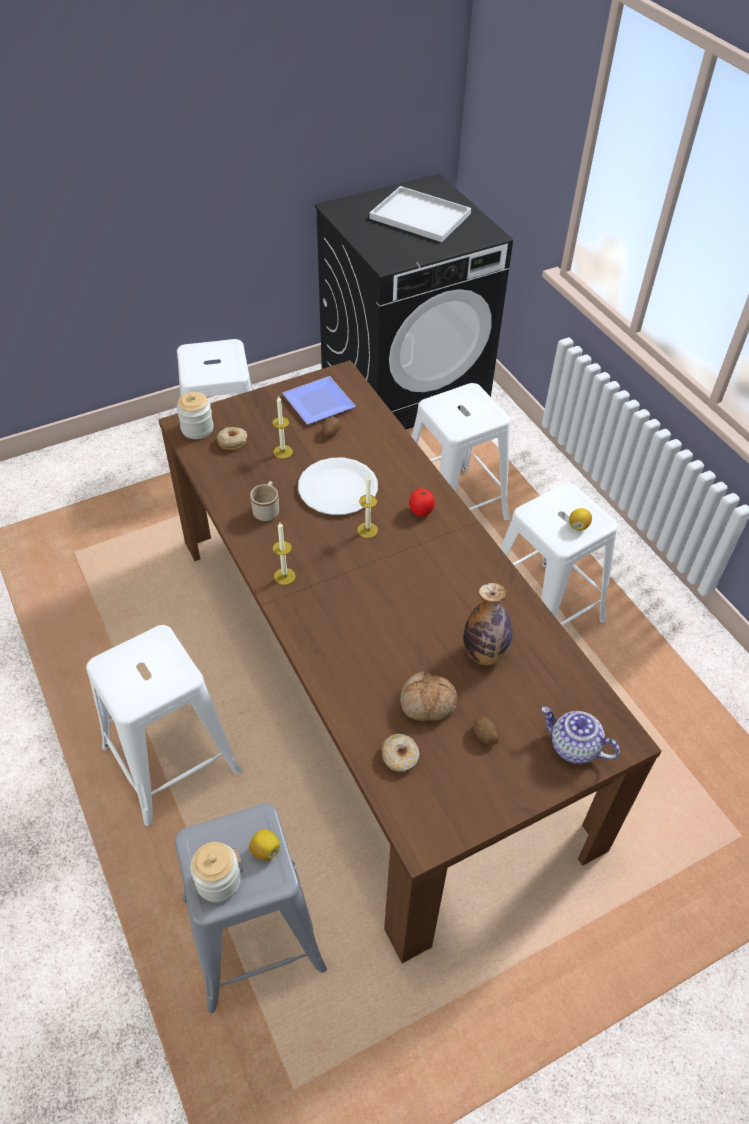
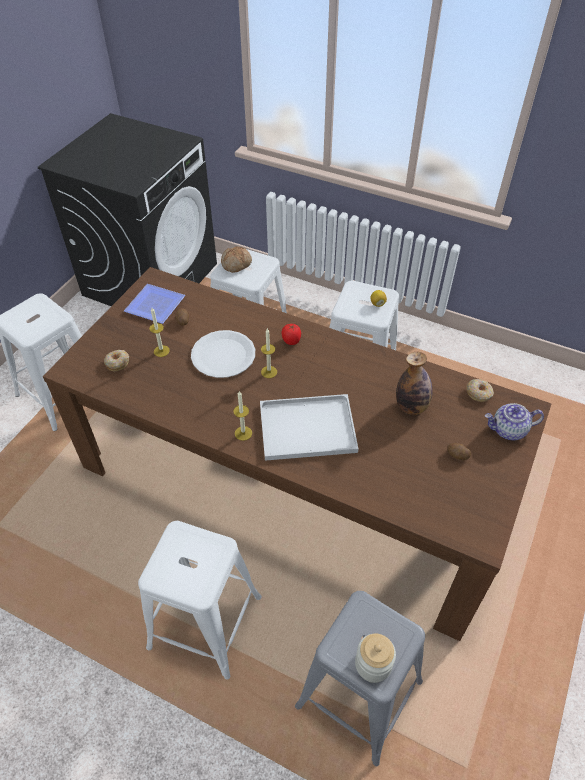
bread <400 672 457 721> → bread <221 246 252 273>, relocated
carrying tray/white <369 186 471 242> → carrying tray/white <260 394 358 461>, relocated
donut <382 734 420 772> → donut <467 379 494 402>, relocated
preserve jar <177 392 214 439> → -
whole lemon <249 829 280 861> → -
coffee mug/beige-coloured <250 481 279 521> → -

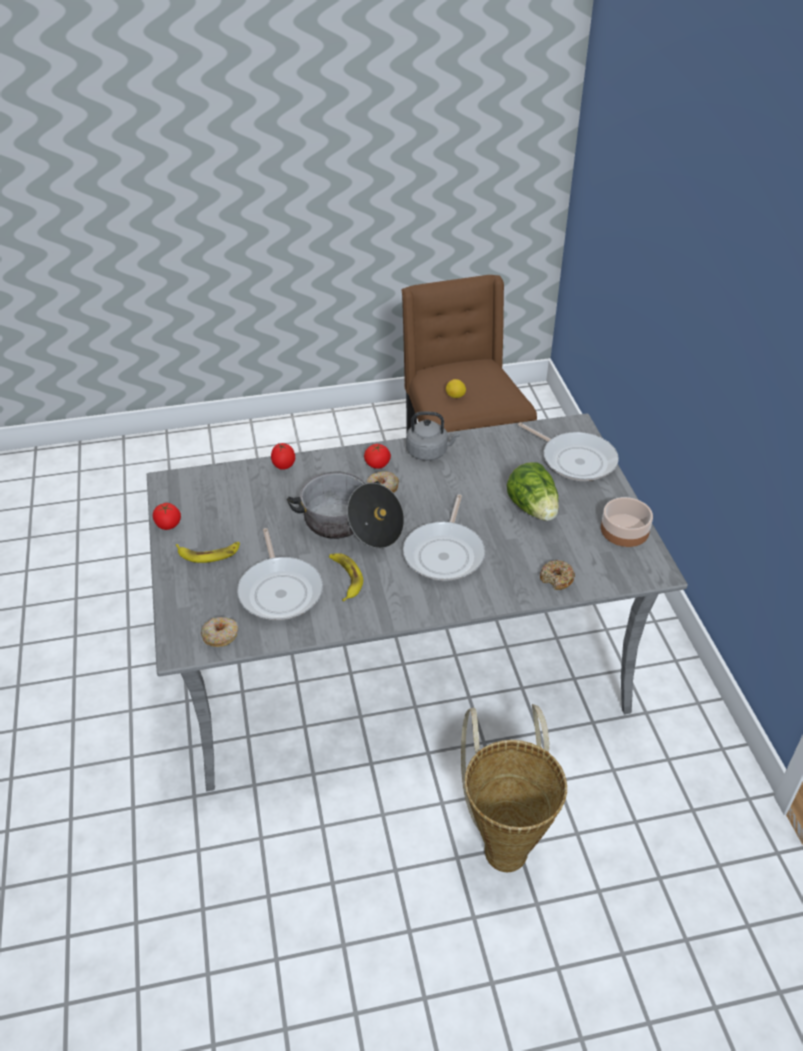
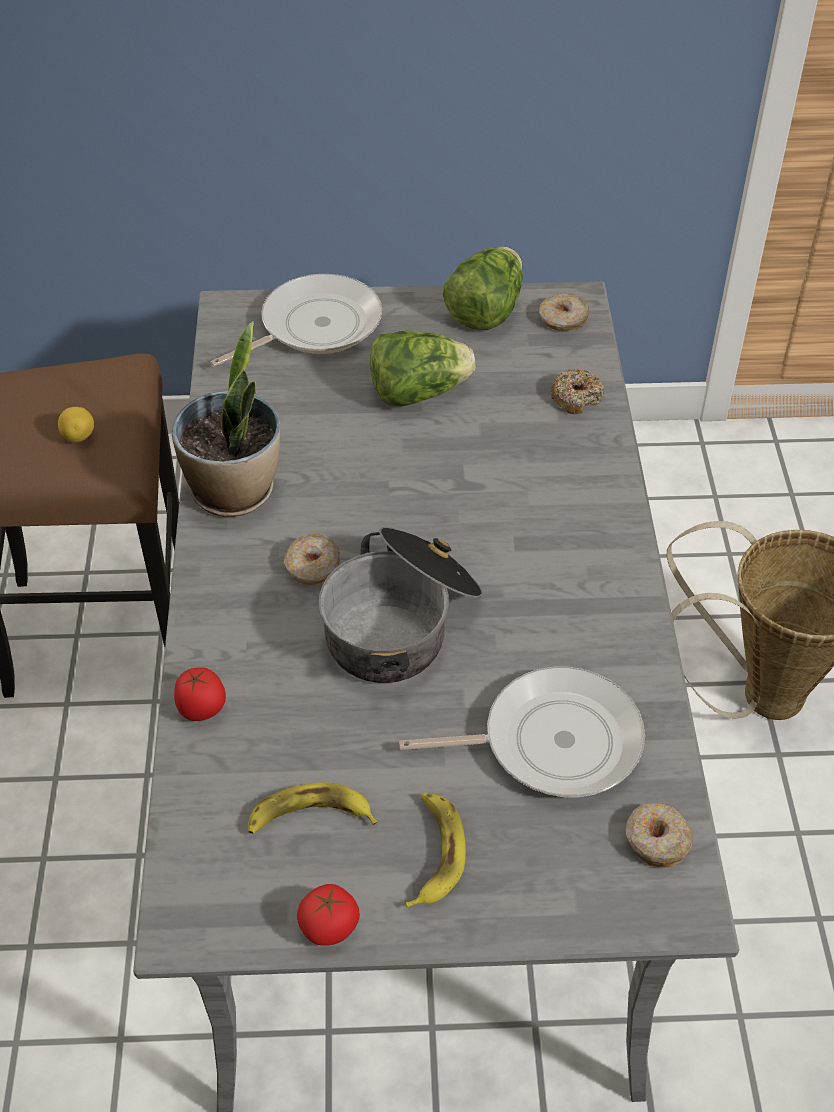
water kettle/grey <406 411 460 461> → plant in a pot <172 321 280 517>
whole banana <329 553 363 602> → whole banana <248 782 378 834>, relocated
deep dish <601 497 653 547> → lettuce <442 247 523 330>
- → donut <539 292 590 331>
fresh tomato <364 444 391 469> → -
pan <403 494 485 581> → -

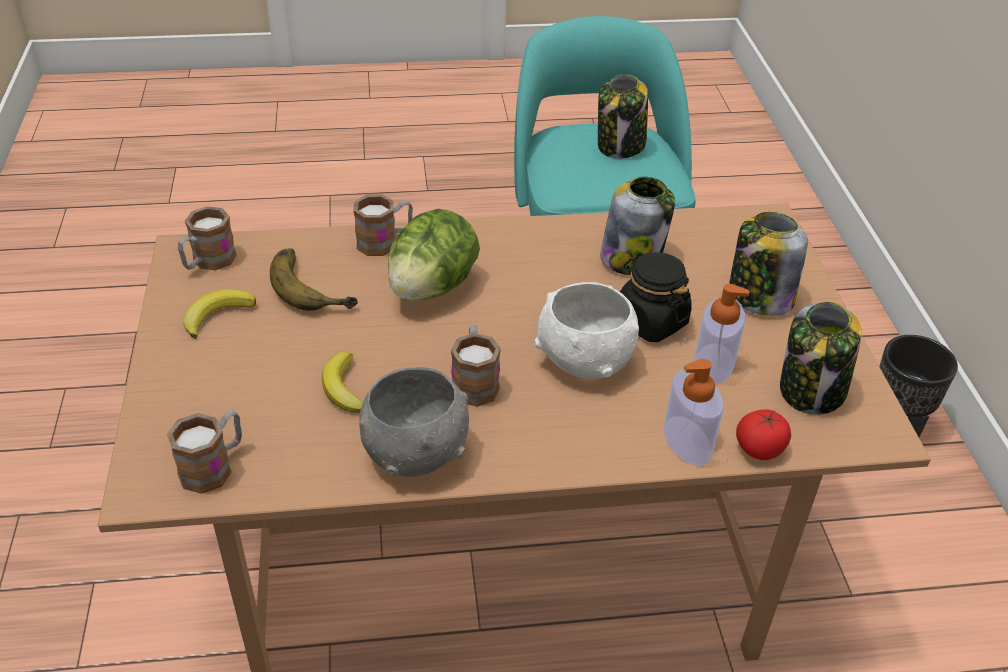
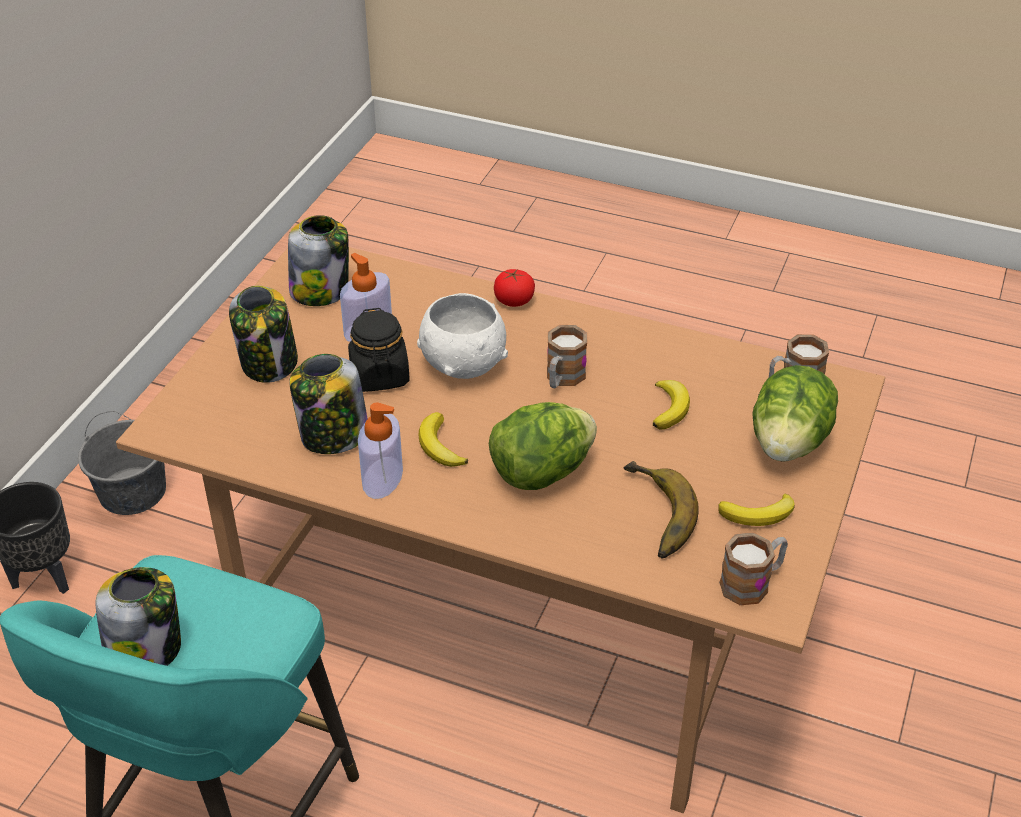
- → water bucket/grey <78 411 166 515>
liquid soap bottle <664 359 723 466> → liquid soap bottle <358 402 403 499>, relocated
- → whole banana <419 412 468 467>
fresh tomato <736 409 791 460> → fresh tomato <494 269 535 307>, relocated
- → lettuce <752 365 838 462>
coffee mug <353 195 413 256> → -
deep dish/grey <359 367 469 477> → -

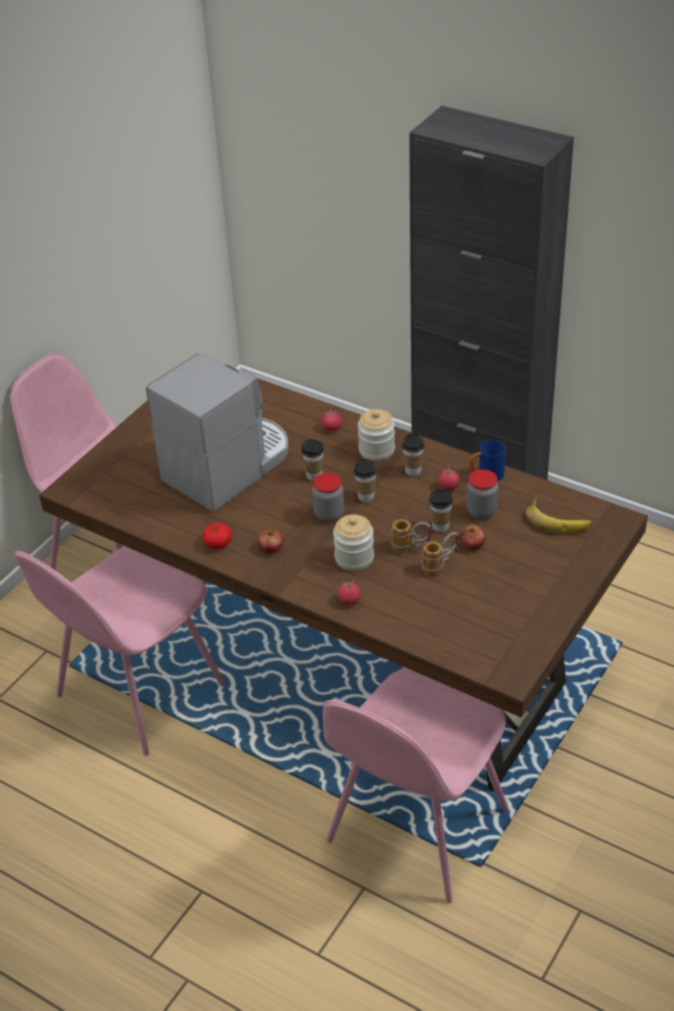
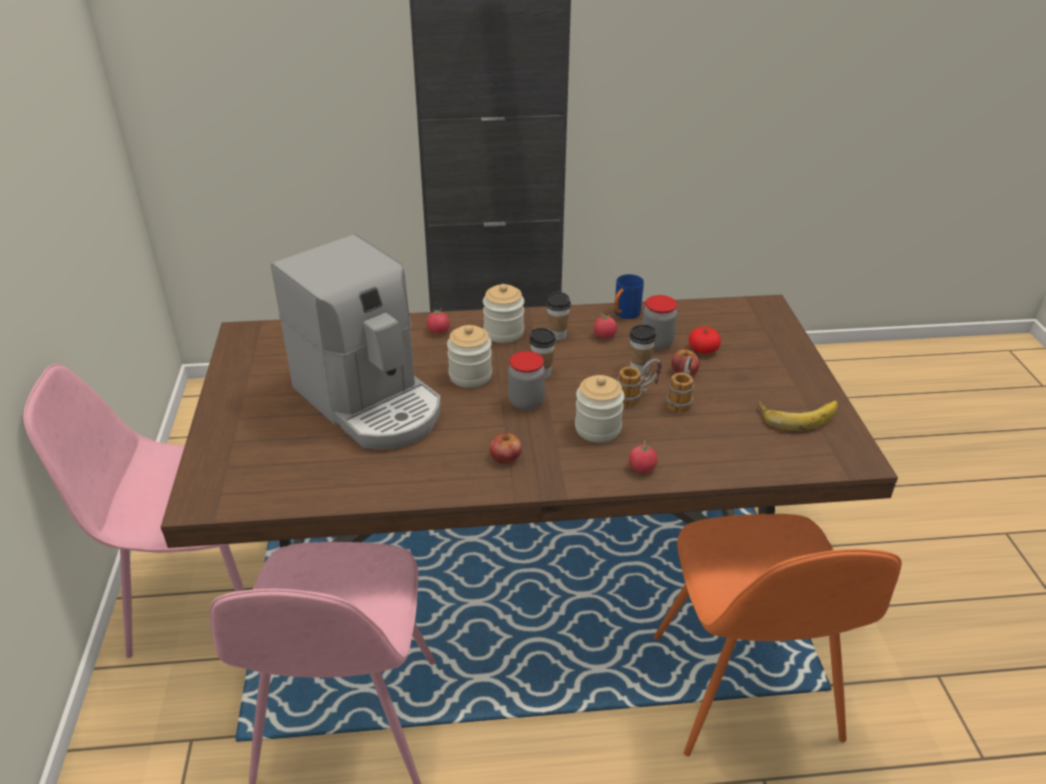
coffee maker <146 354 288 512> → coffee maker <271 234 441 450>, 135 degrees clockwise
drinking cup <301 439 324 481> → preserve jar <447 325 492 388>
chair/pinkish <323 668 509 903> → chair/orange <654 514 902 756>
fresh tomato <202 523 232 549> → fresh tomato <689 327 721 354>, relocated
whole banana <526 497 592 534> → whole banana <758 401 838 431>, relocated

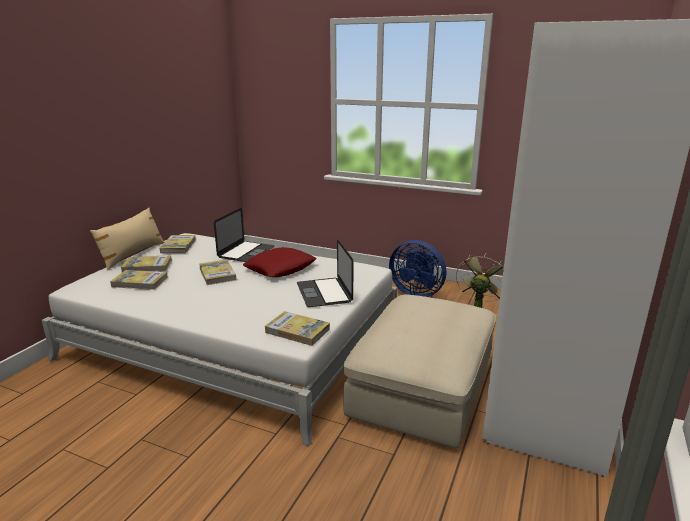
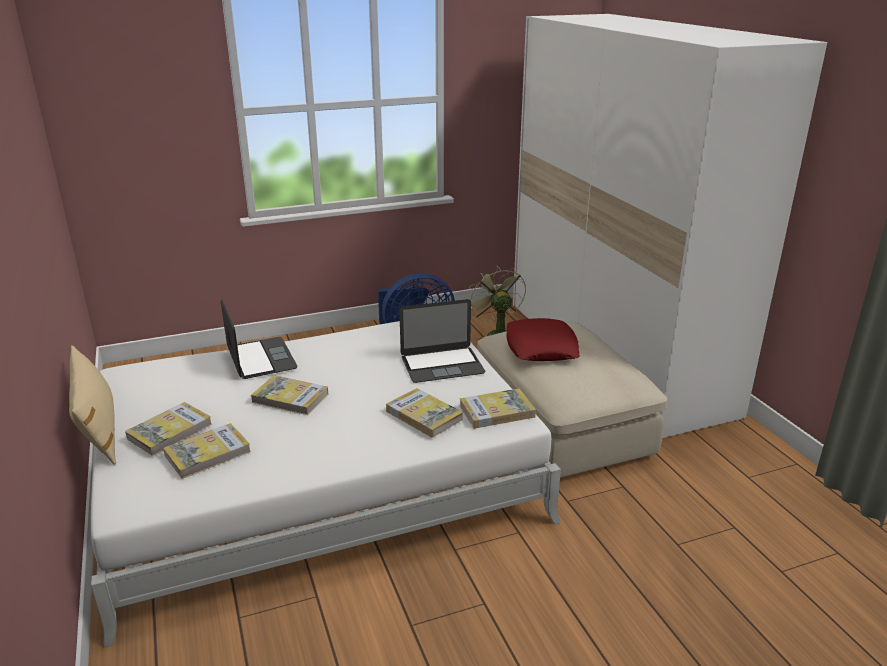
volume <159 235 196 253> → volume <386 388 463 438>, relocated
portable computer <297 239 354 307> → portable computer <399 299 485 383>, 45 degrees counterclockwise
cushion/red-coloured <243 247 317 277> → cushion/red-coloured <507 318 580 361>, relocated

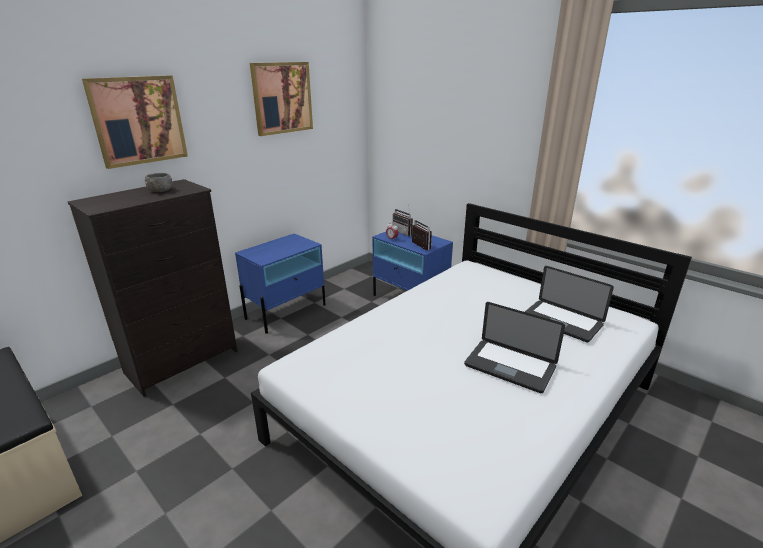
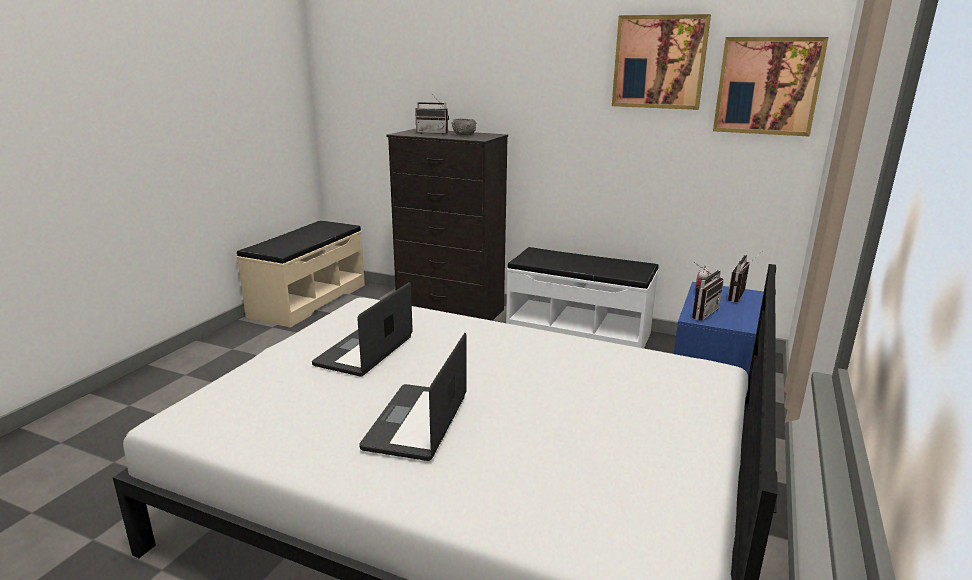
portable computer <525 266 614 342> → portable computer <312 282 413 377>, relocated
- → radio set <415 93 449 135>
nightstand/blue <235 233 325 333> → indoor bench/white <506 247 658 349>
wall picture <82 75 188 169> → wall picture <713 37 829 137>, relocated

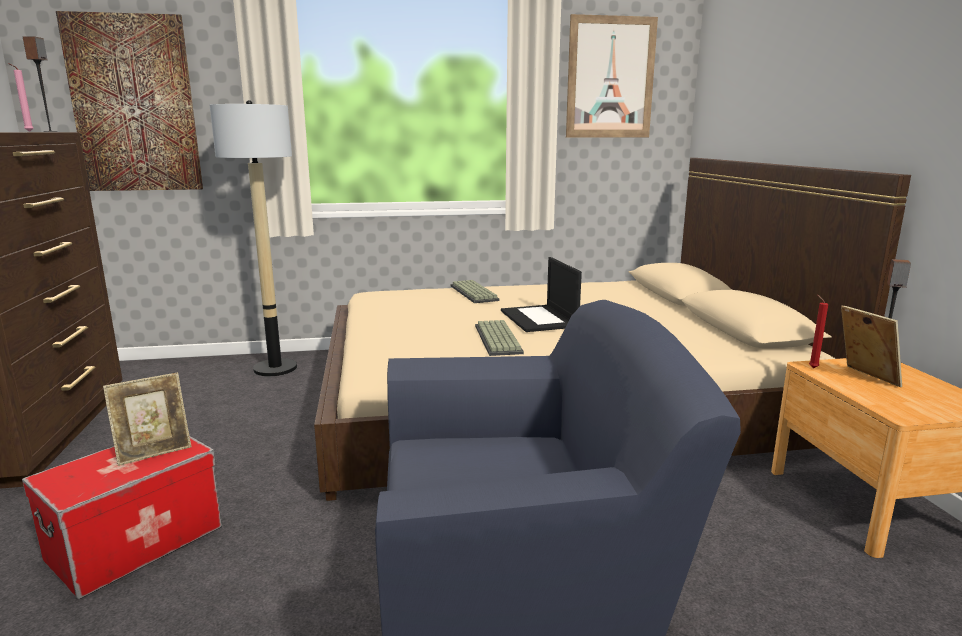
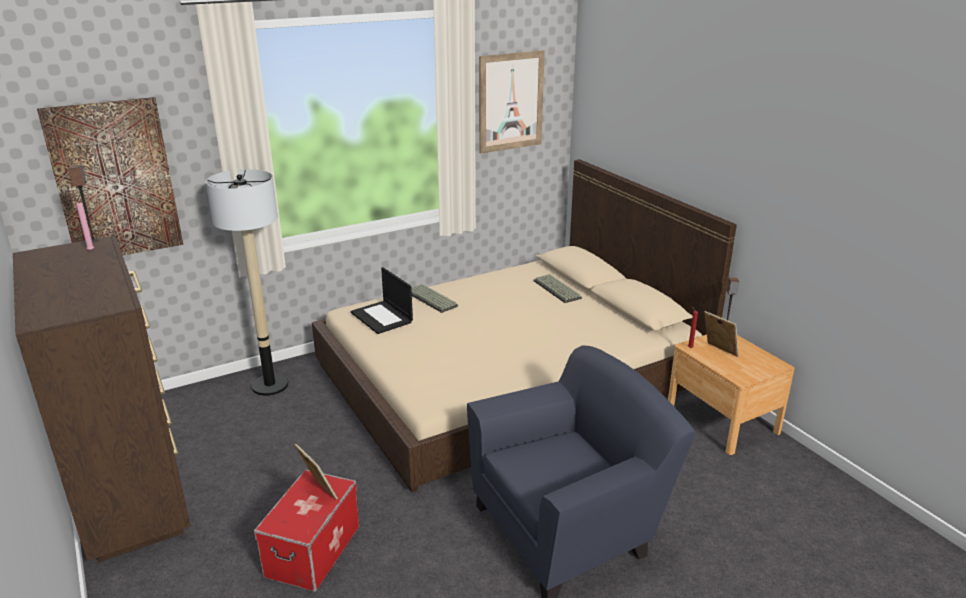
photo frame <103 372 192 466> → photo frame <295 444 338 500>, 75 degrees counterclockwise
portable computer <501 257 582 332> → portable computer <351 267 413 334>, relocated
PC keyboard <475 320 524 356> → PC keyboard <534 274 582 303>, relocated

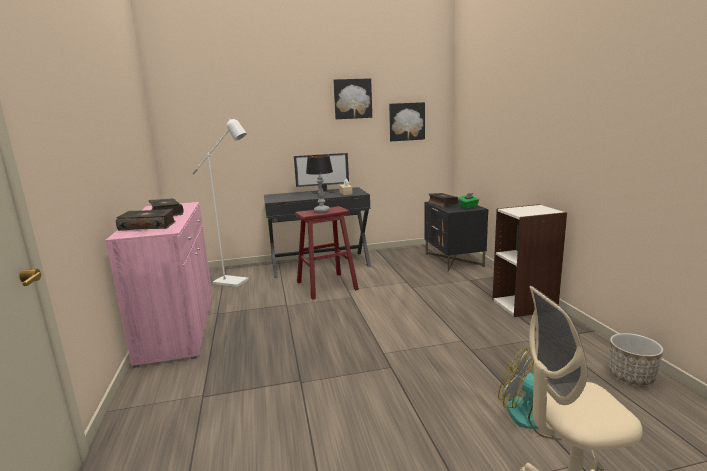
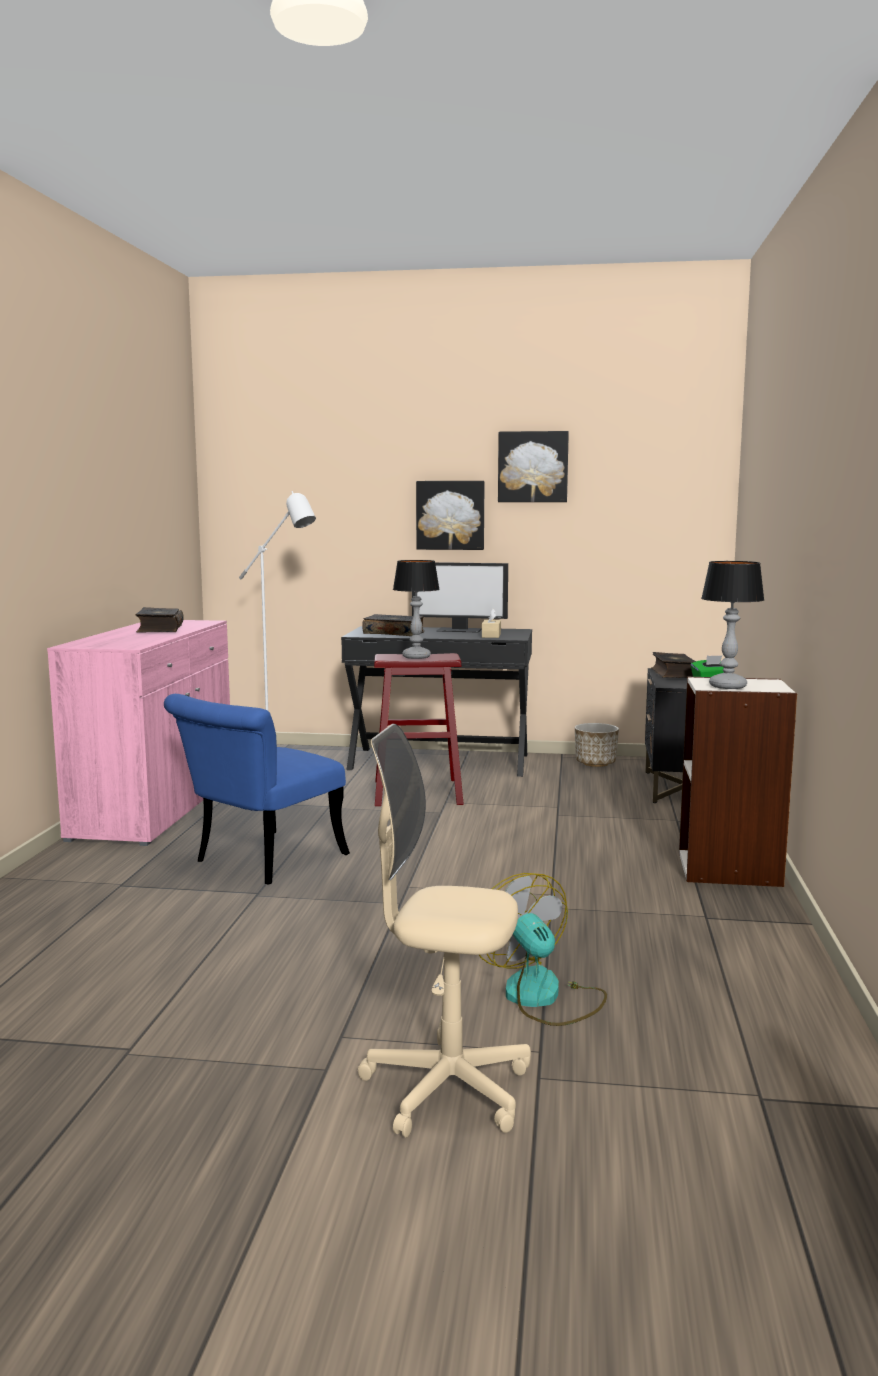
- → chair/blue <164 694 350 884>
volume <116 209 176 231> → volume <362 614 424 636>, relocated
wall picture <389 102 425 141> → wall picture <416 481 485 550>, relocated
flower pot <609 333 663 385> → flower pot <575 723 619 767>, relocated
- → table lamp <701 561 764 689>

